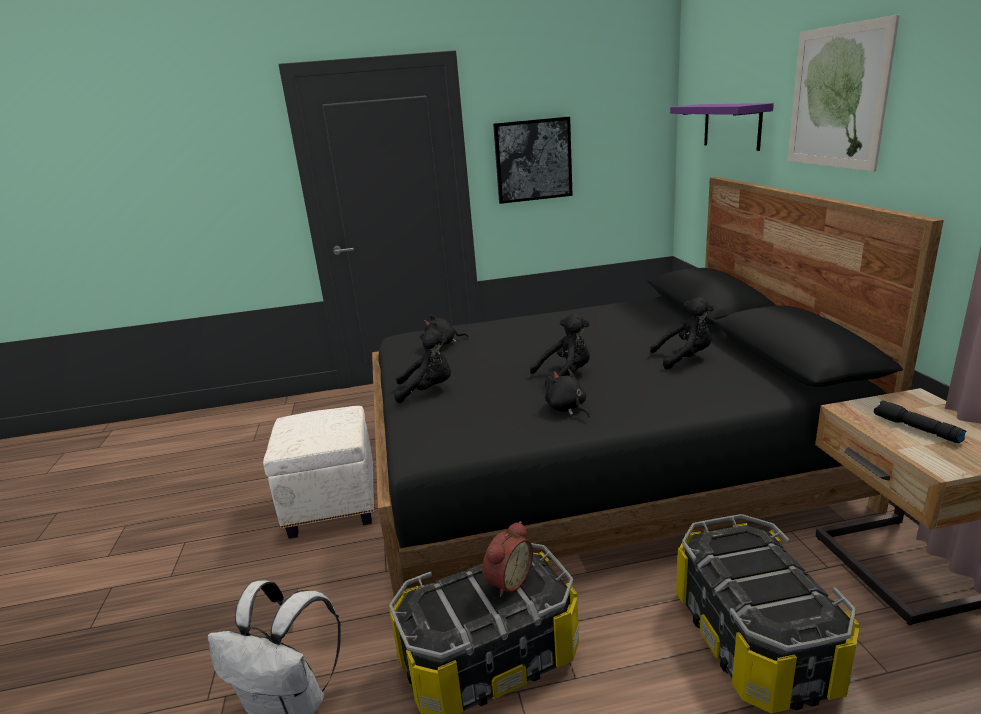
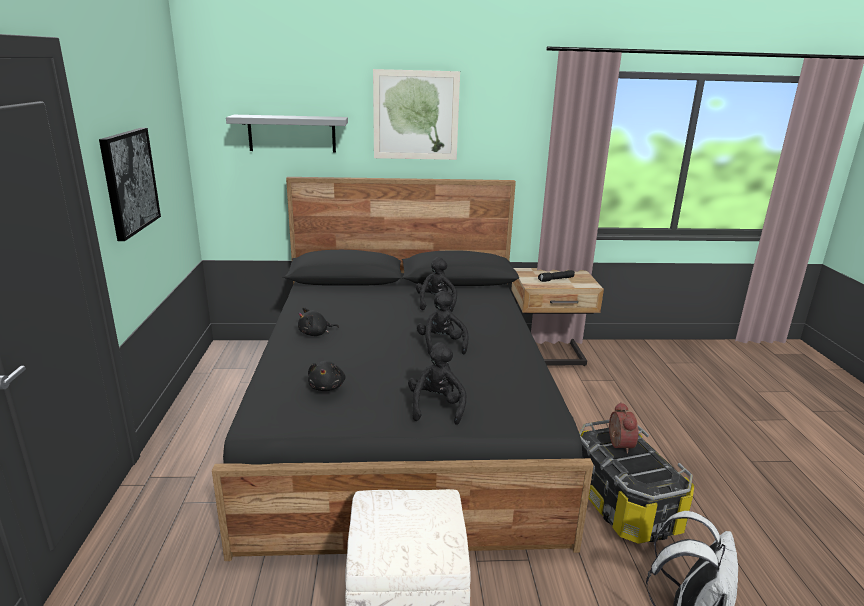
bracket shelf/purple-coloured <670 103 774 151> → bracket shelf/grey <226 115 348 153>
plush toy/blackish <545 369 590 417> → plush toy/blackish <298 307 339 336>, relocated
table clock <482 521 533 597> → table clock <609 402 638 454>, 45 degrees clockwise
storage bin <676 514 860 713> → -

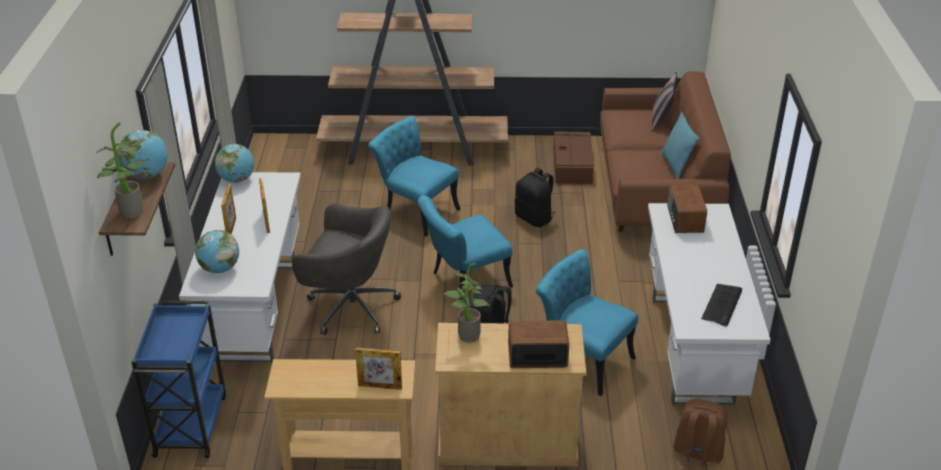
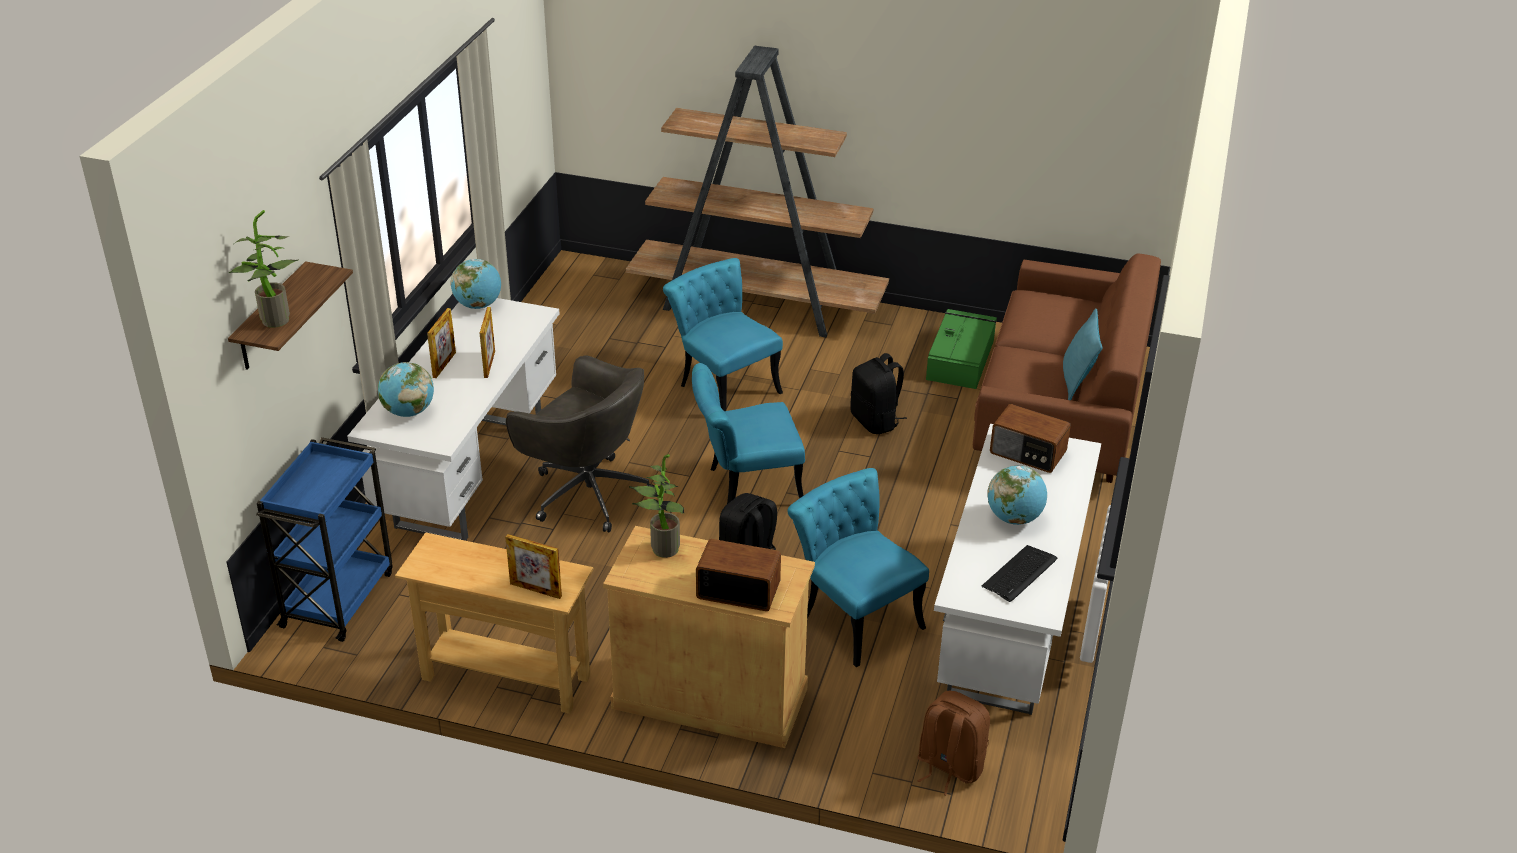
storage bin/brown-coloured <554 131 594 184> → storage bin/green <926 309 997 389>
globe <118 130 168 179> → globe <987 466 1047 525>, relocated
radio set <667 184 707 233> → radio set <990 404 1071 473>, 75 degrees counterclockwise
cushion <652 72 677 132> → -

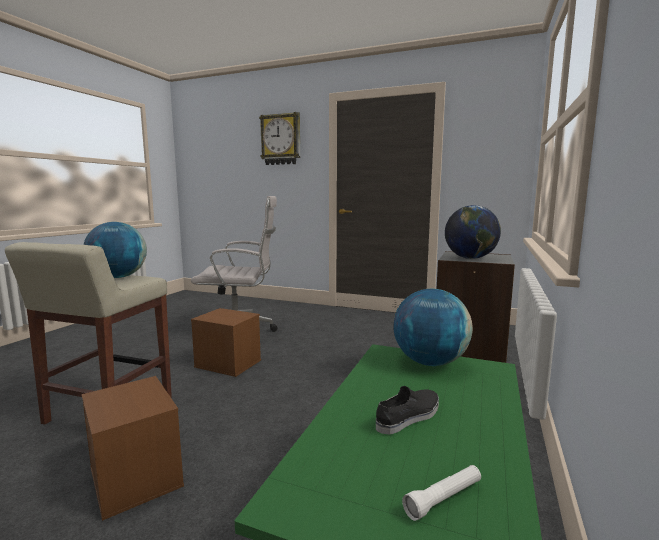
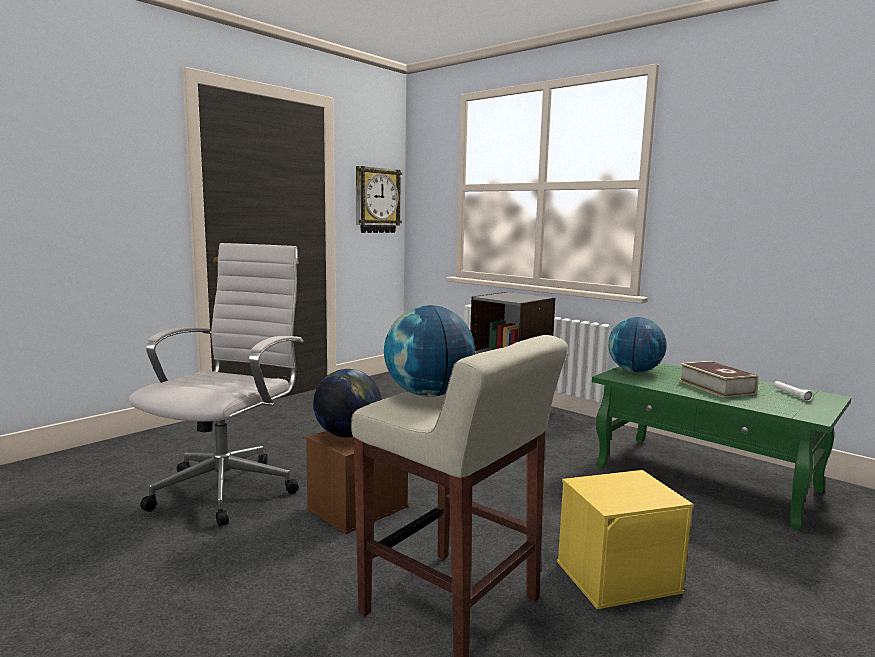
globe <445 205 501 259> → globe <313 369 382 438>, relocated
wall clock <259 112 300 165> → wall clock <356 166 402 233>, relocated
storage bin/brown-coloured <82 376 184 521> → storage bin/yellowish <557 470 693 609>
shoe/blackish <376 386 439 434> → volume <678 361 759 398>

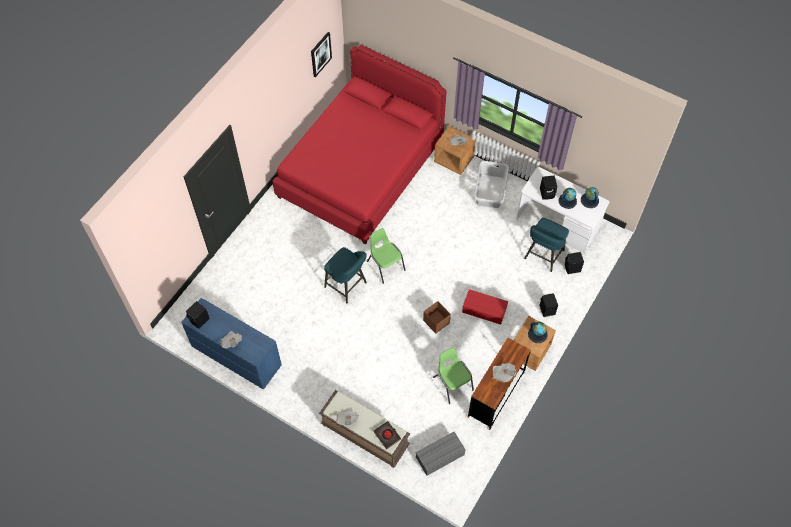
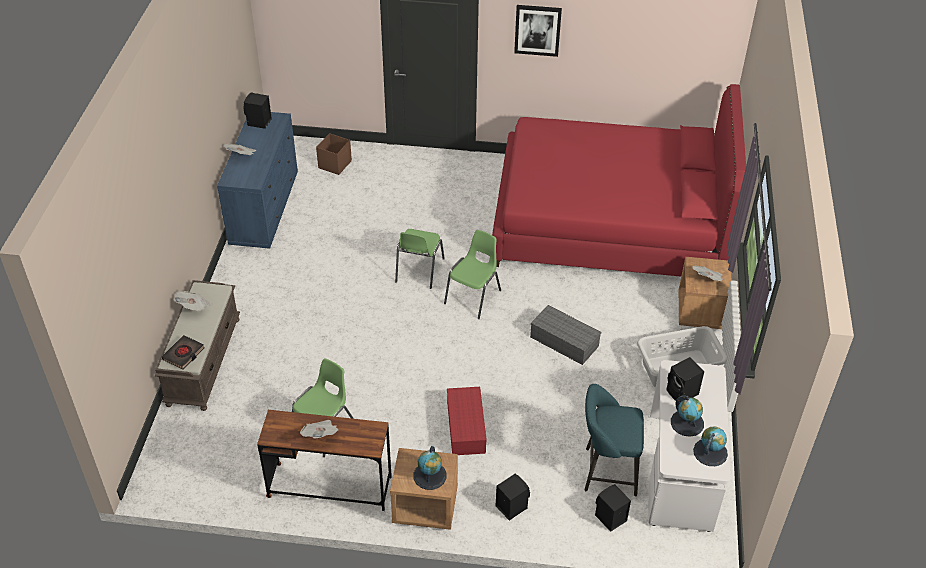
storage bin/brown-coloured <423 301 451 334> → storage bin/brown-coloured <316 133 352 175>, relocated
sitting stool/blue-green <324 247 367 303> → chair/green <395 229 445 289>
wall picture <311 32 332 77> → wall picture <514 5 562 57>, relocated
storage bin/grey <416 432 466 475> → storage bin/grey <530 305 601 365>, relocated

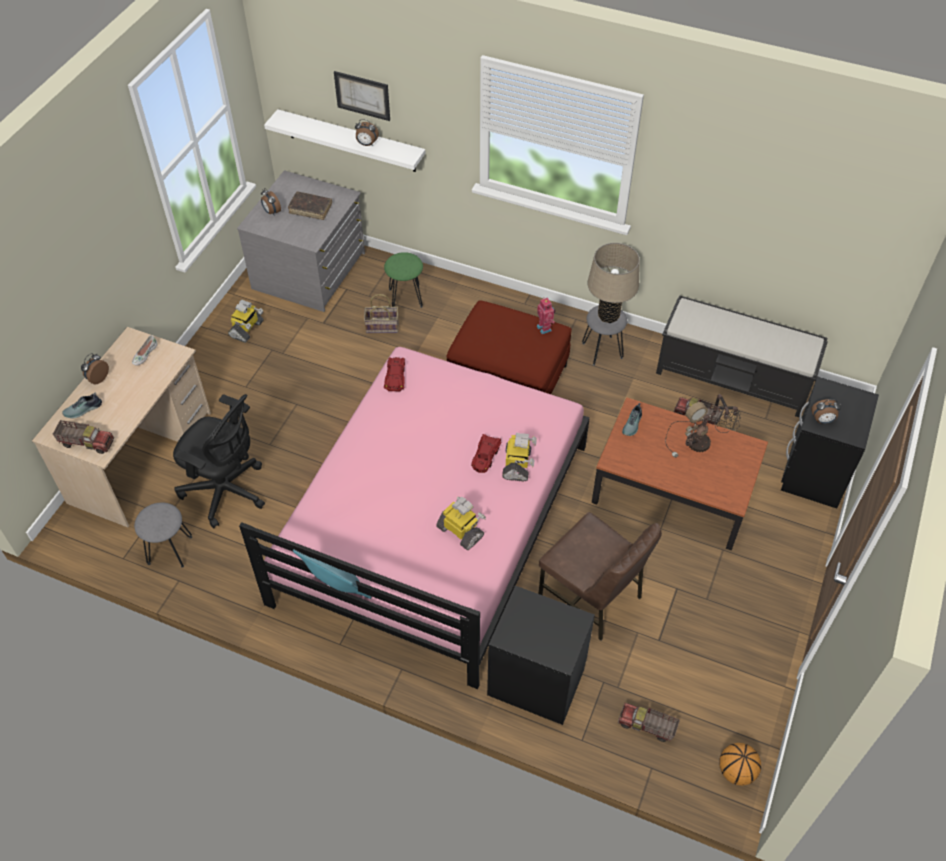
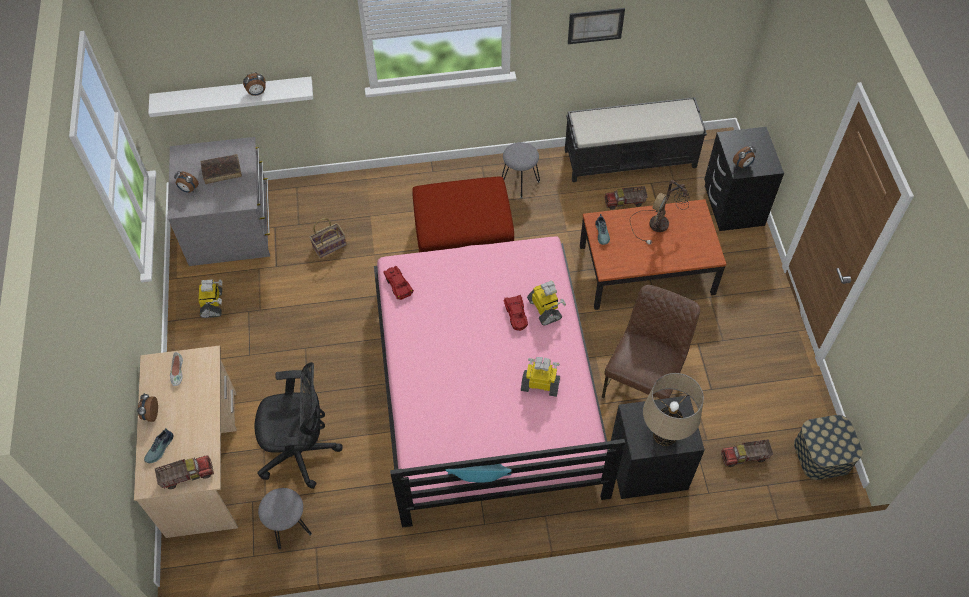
wall picture <334 71 390 121> → wall picture <568 8 625 44>, relocated
chair/brown-coloured <539 512 662 641> → chair/brown-coloured <602 285 701 399>, 75 degrees counterclockwise
table lamp/beige-coloured <587 243 640 323> → table lamp/beige-coloured <643 373 704 446>, relocated
basketball <719 743 761 786> → storage bin <794 415 863 480>
sitting stool/green <384 252 423 308> → -
robot figure <537 297 555 334> → -

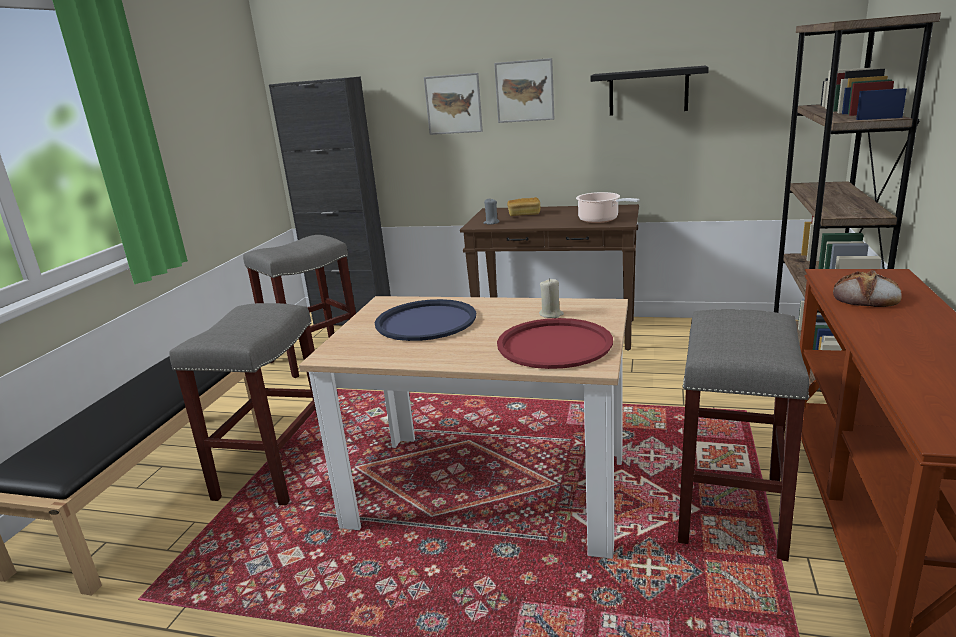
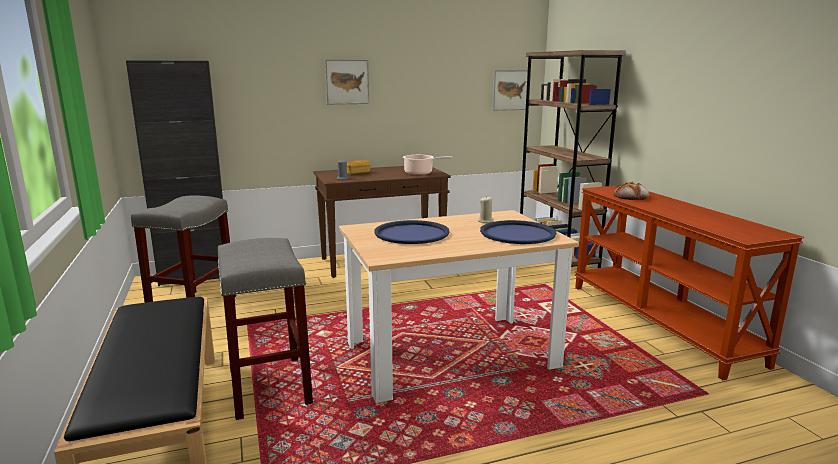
carrying tray/red-coloured <497 318 613 369> → carrying tray/blue <480 220 556 244>
wall picture <424 73 483 135> → wall picture <493 70 528 111>, relocated
bracket shelf/blackish <590 66 709 116> → -
sitting stool/grey <678 309 809 561> → -

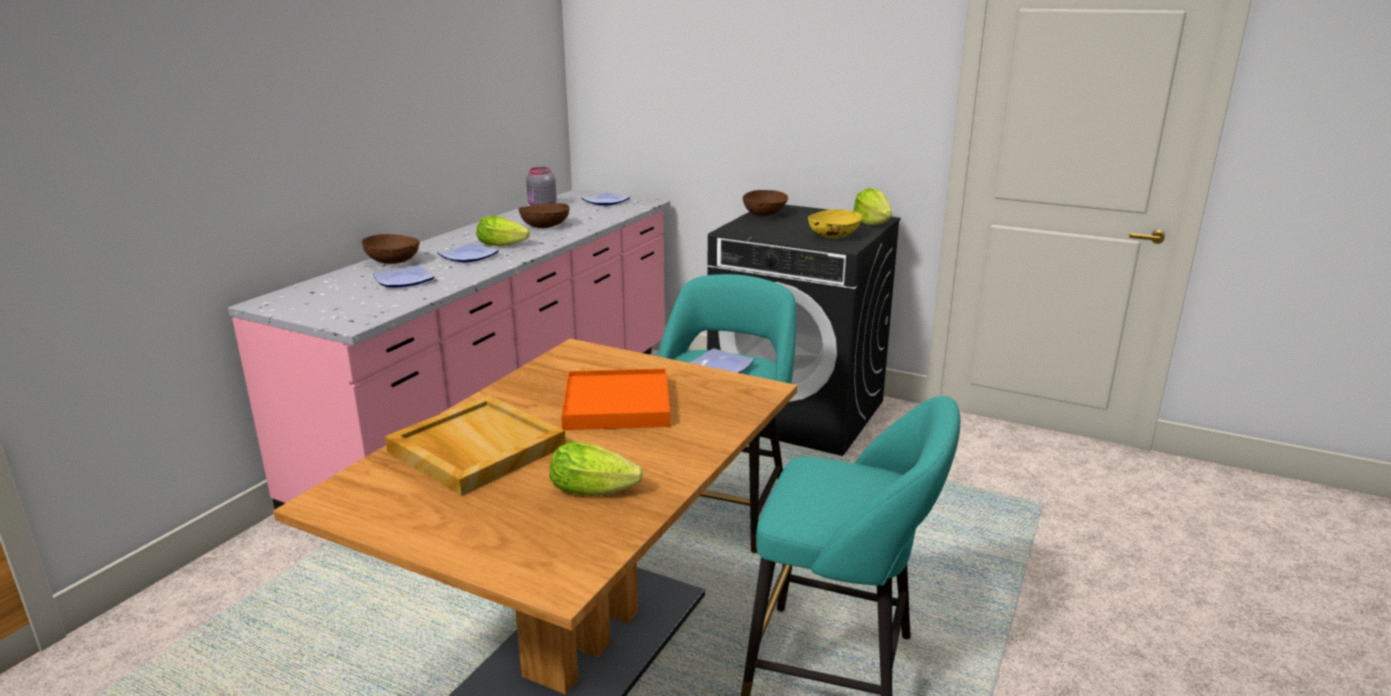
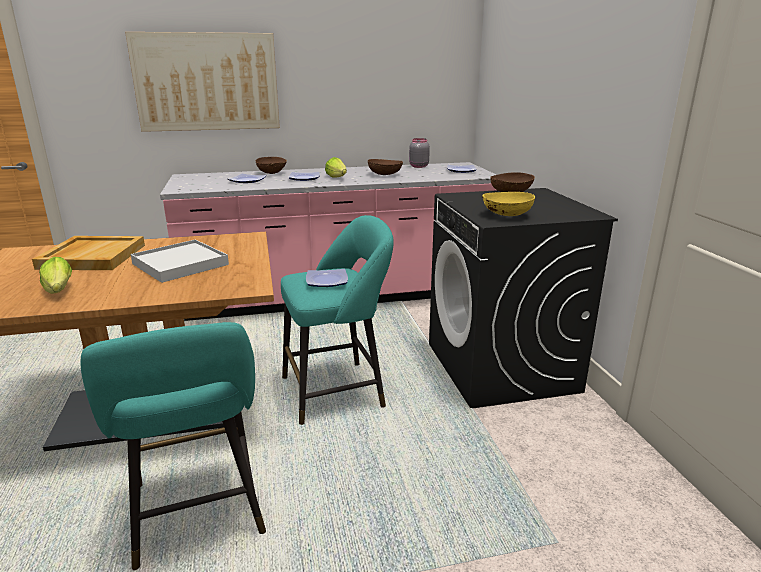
- → wall picture <125 32 280 132>
carrying tray/orange <561 369 670 430> → carrying tray/white <131 239 229 283>
lettuce <854 188 892 225> → -

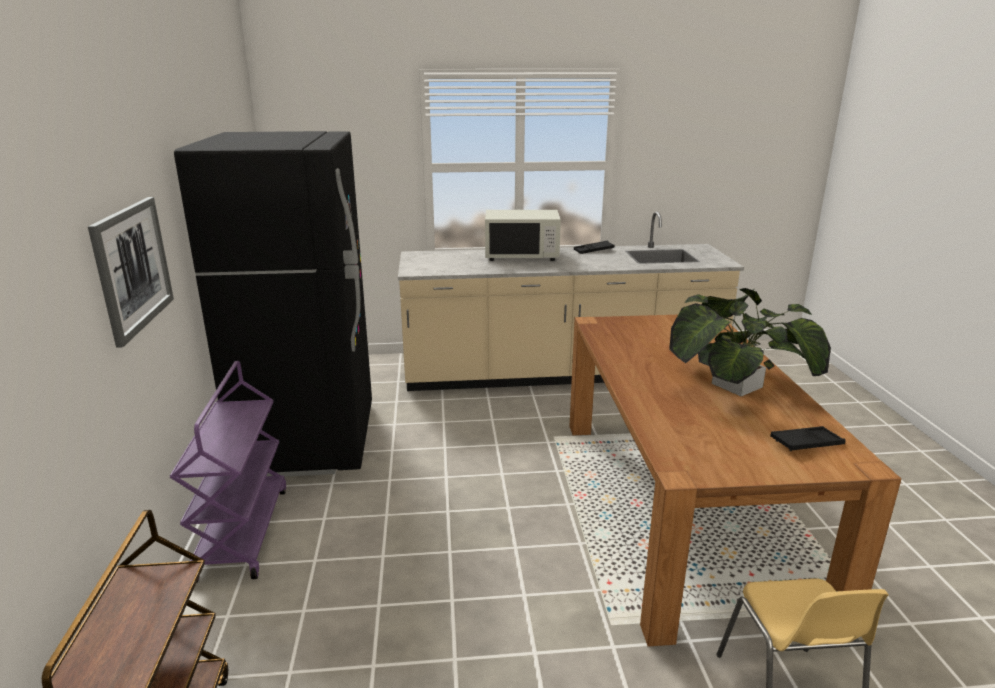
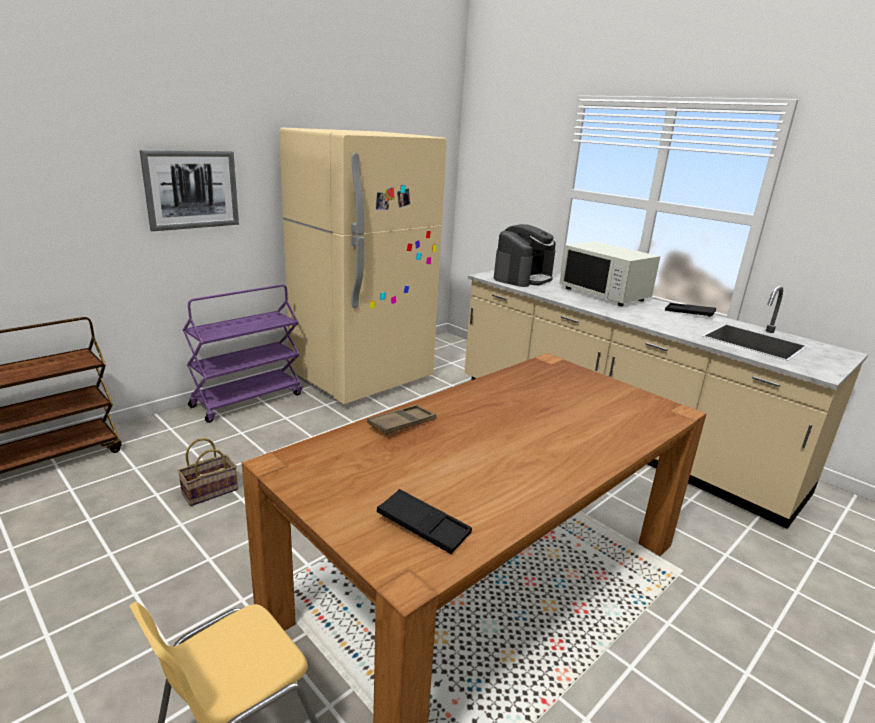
- → basket <177 438 238 506>
refrigerator/blackish <174 131 372 477> → refrigerator/beige-coloured <279 127 447 404>
- → carrying tray/brown-coloured <367 405 436 435>
- → coffee maker <494 224 556 287>
plant in a pot <669 288 831 396> → -

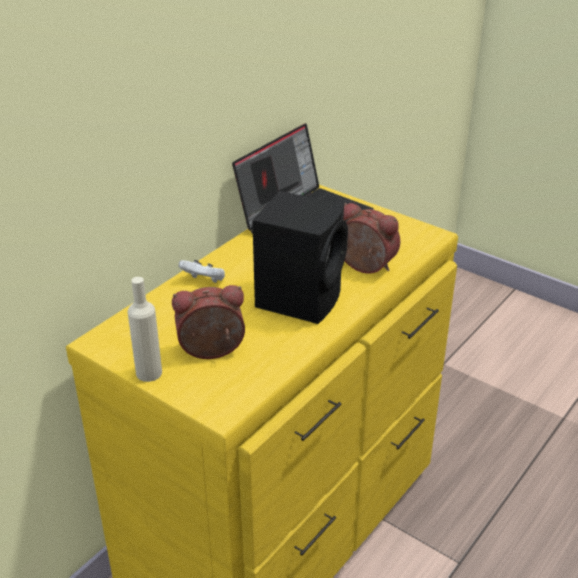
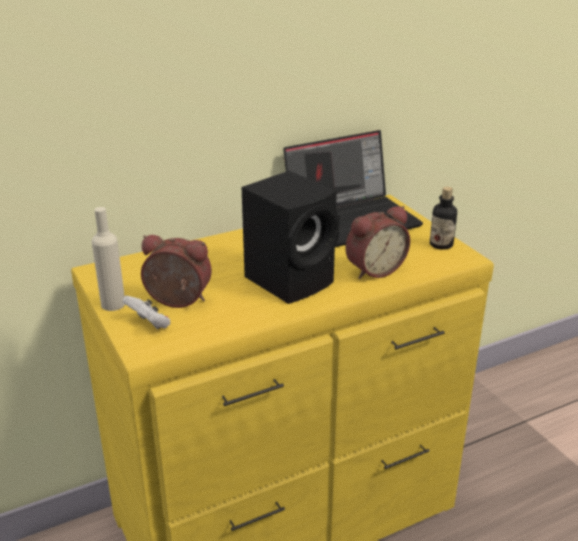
game controller/white <178 260 225 283> → game controller/white <122 296 170 329>, relocated
table clock <343 203 400 274> → table clock <345 206 410 279>, 90 degrees clockwise
- → bottle <430 187 457 250>

